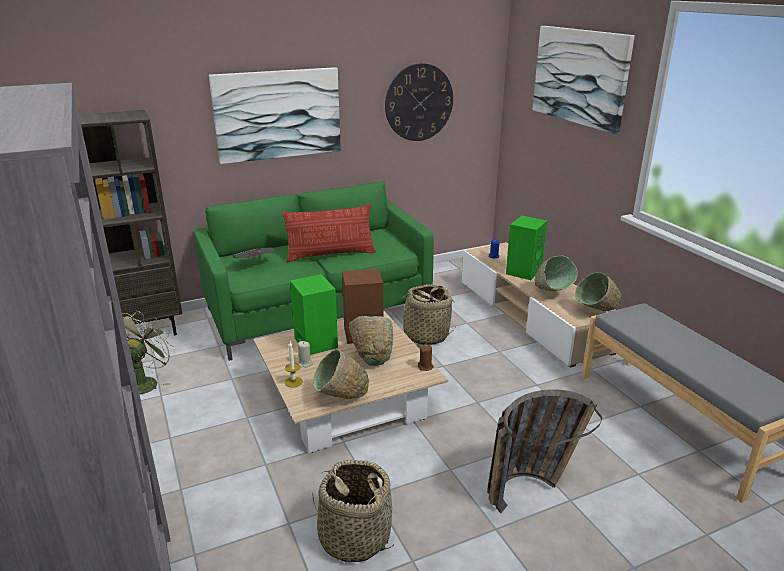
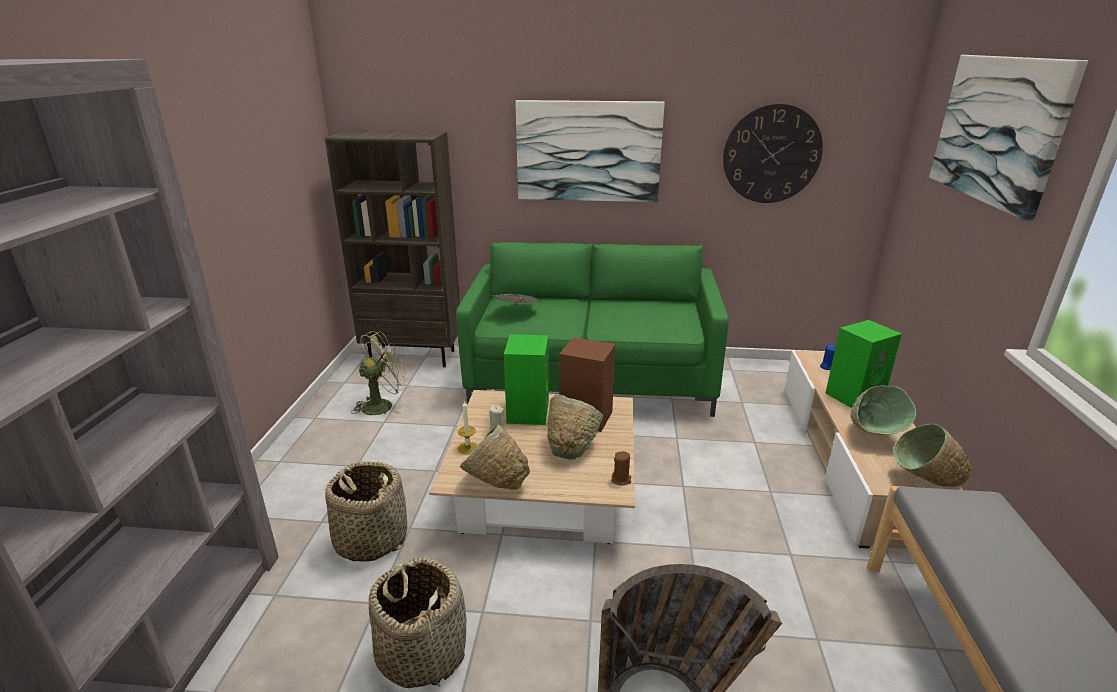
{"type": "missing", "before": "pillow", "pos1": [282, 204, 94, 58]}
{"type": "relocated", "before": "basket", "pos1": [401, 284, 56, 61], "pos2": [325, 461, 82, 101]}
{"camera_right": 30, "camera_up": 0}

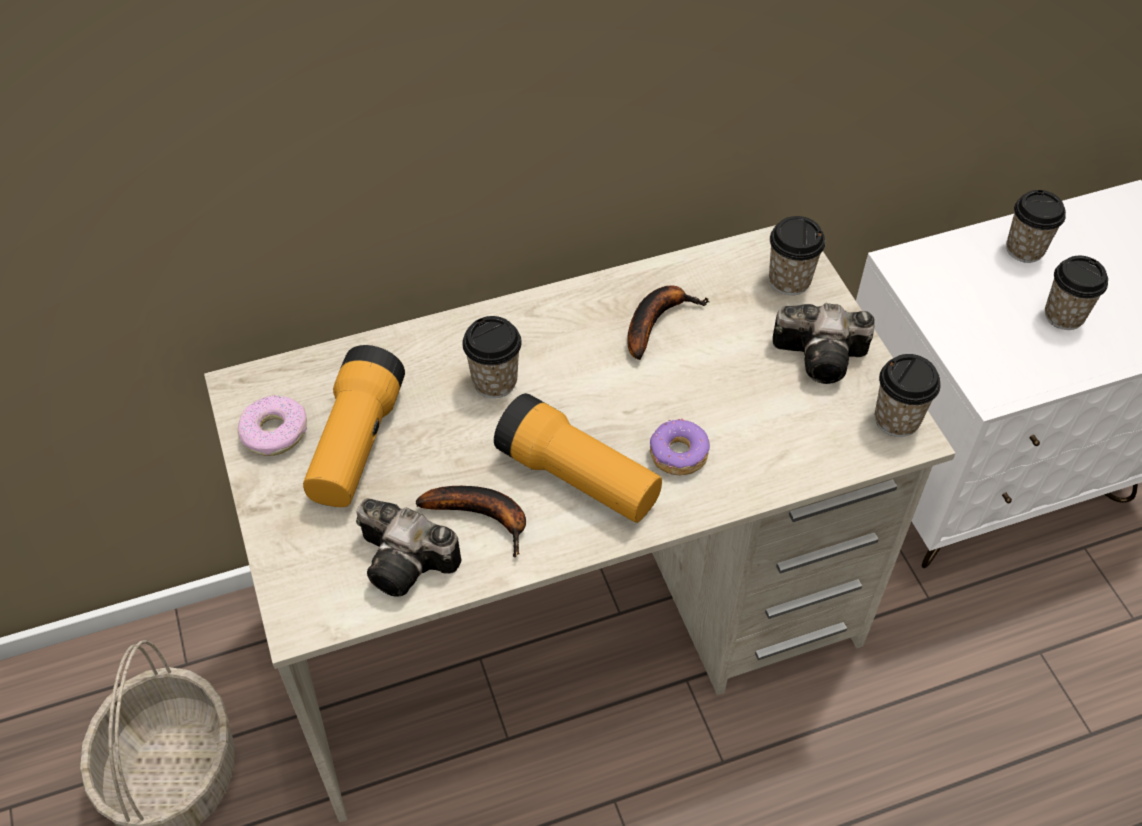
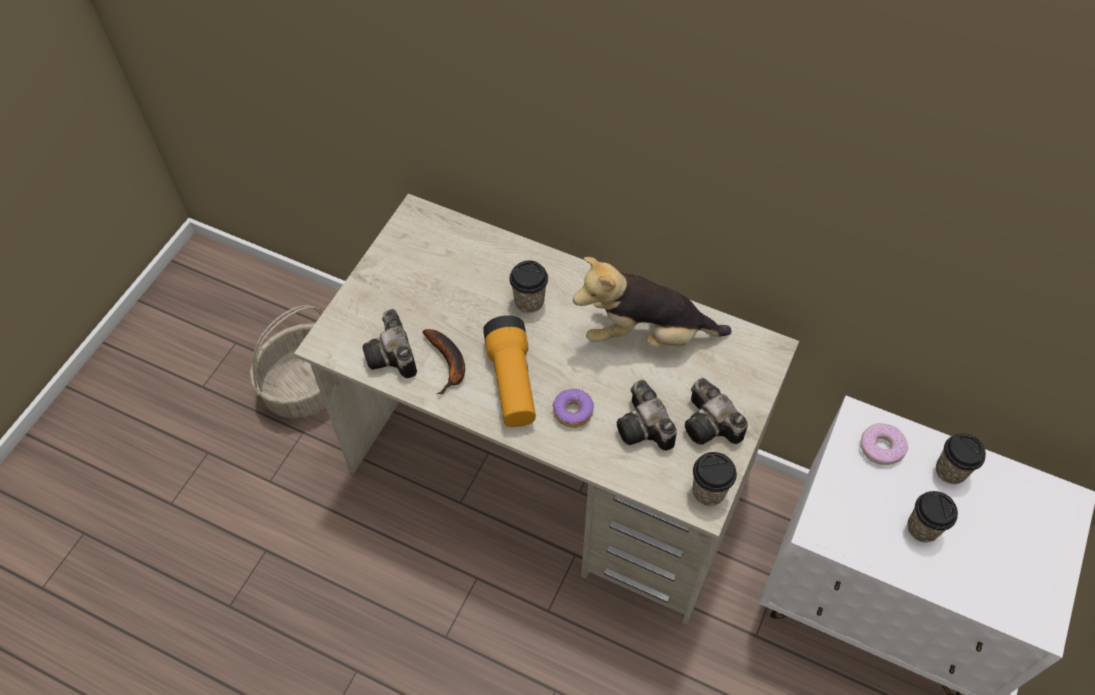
{"type": "missing", "before": "cup", "pos1": [769, 216, 56, 79]}
{"type": "exchanged", "before": "banana", "after": "plush toy", "pos1": [627, 286, 82, 74], "pos2": [573, 257, 159, 90]}
{"type": "missing", "before": "flashlight", "pos1": [303, 345, 102, 162]}
{"type": "relocated", "before": "donut", "pos1": [238, 396, 69, 60], "pos2": [861, 423, 47, 42]}
{"type": "appeared", "after": "photo camera", "pos2": [617, 379, 60, 72]}
{"camera_right": 45, "camera_up": 5}

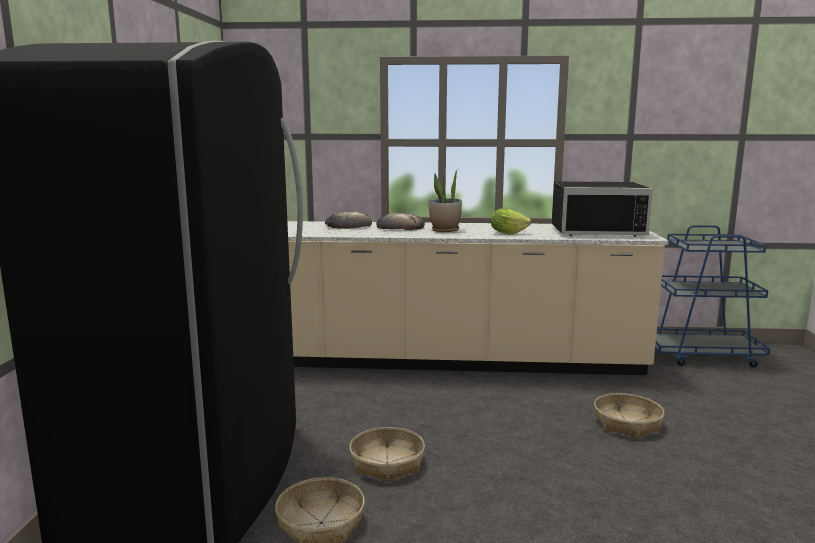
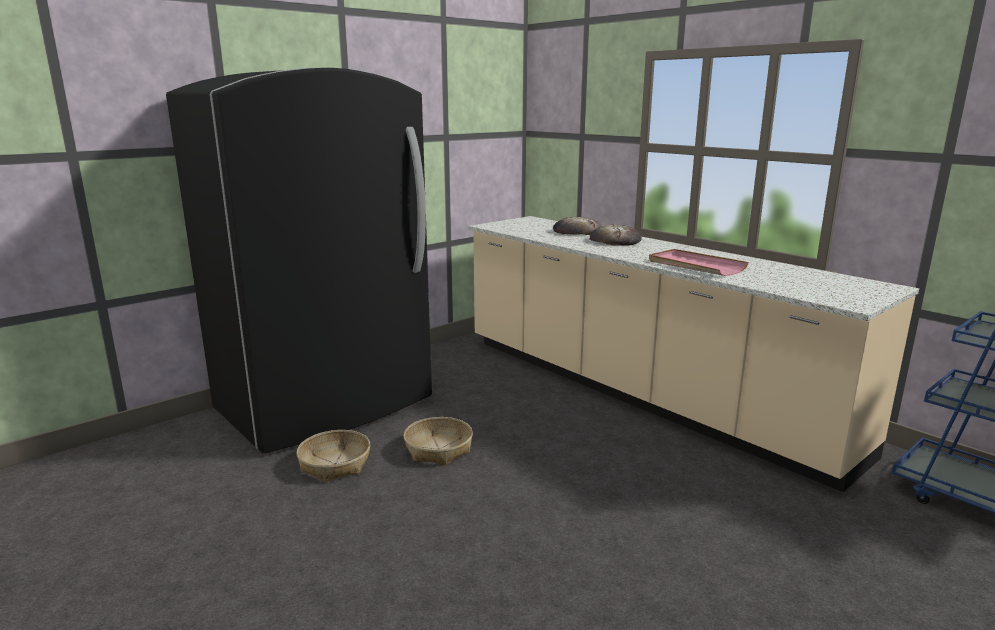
{"type": "missing", "before": "potted plant", "pos1": [428, 169, 34, 63]}
{"type": "missing", "before": "microwave (black)", "pos1": [552, 182, 101, 55]}
{"type": "exchanged", "before": "lettuce", "after": "tray (pink)", "pos1": [491, 208, 40, 26], "pos2": [649, 249, 100, 27]}
{"type": "missing", "before": "basket", "pos1": [594, 393, 71, 45]}
{"camera_right": 45, "camera_up": 5}

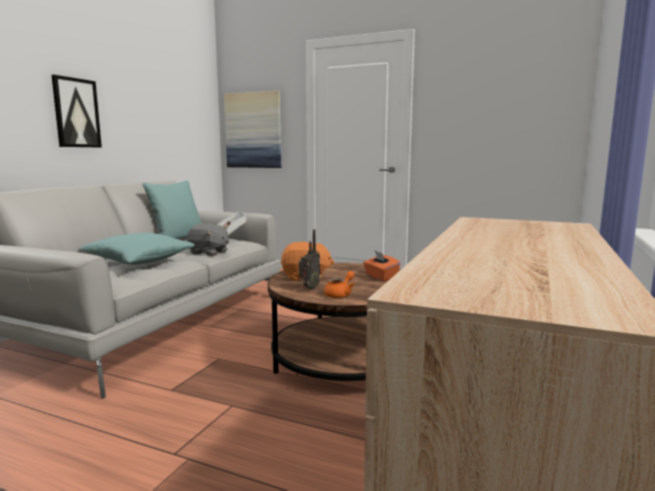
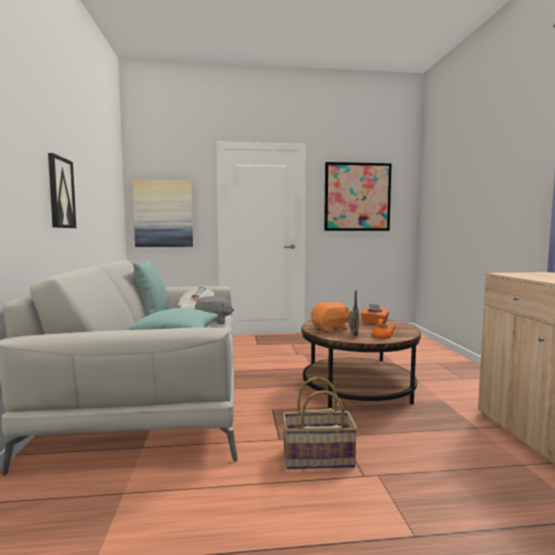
{"type": "appeared", "after": "picture", "pos2": [324, 162, 68, 69]}
{"type": "appeared", "after": "basket", "pos2": [283, 377, 75, 92]}
{"camera_right": -30, "camera_up": -5}

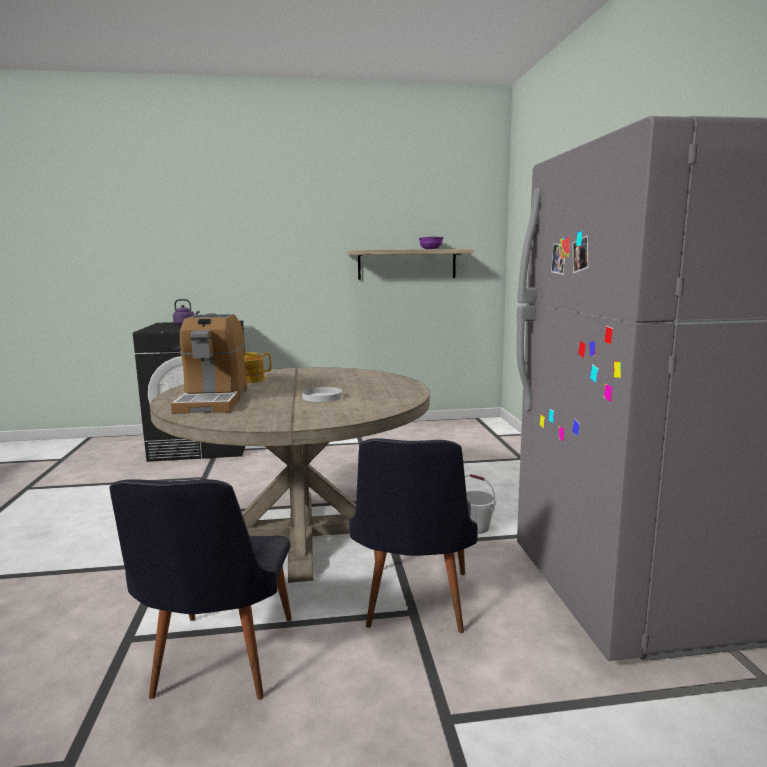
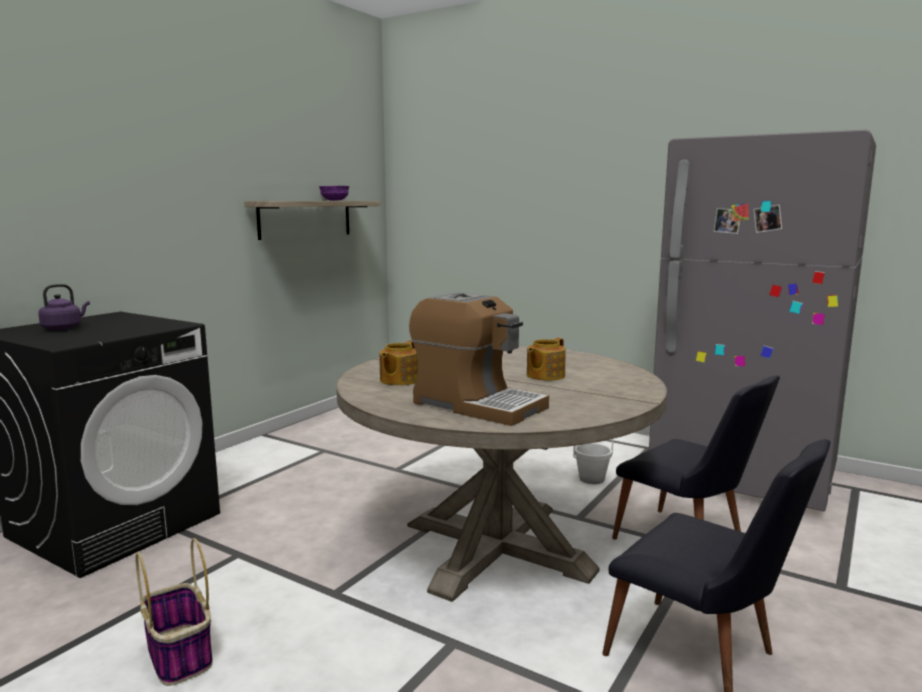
{"type": "exchanged", "before": "plate (white)", "after": "teapot", "pos1": [302, 387, 40, 15], "pos2": [527, 338, 39, 43]}
{"type": "appeared", "after": "basket", "pos2": [135, 538, 78, 148]}
{"camera_right": -50, "camera_up": 0}

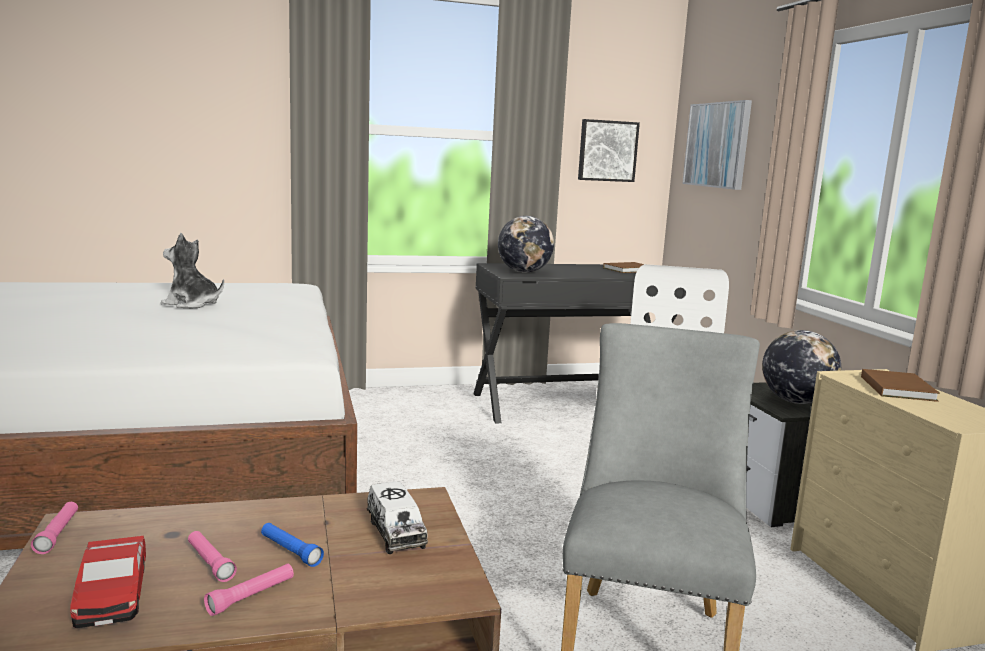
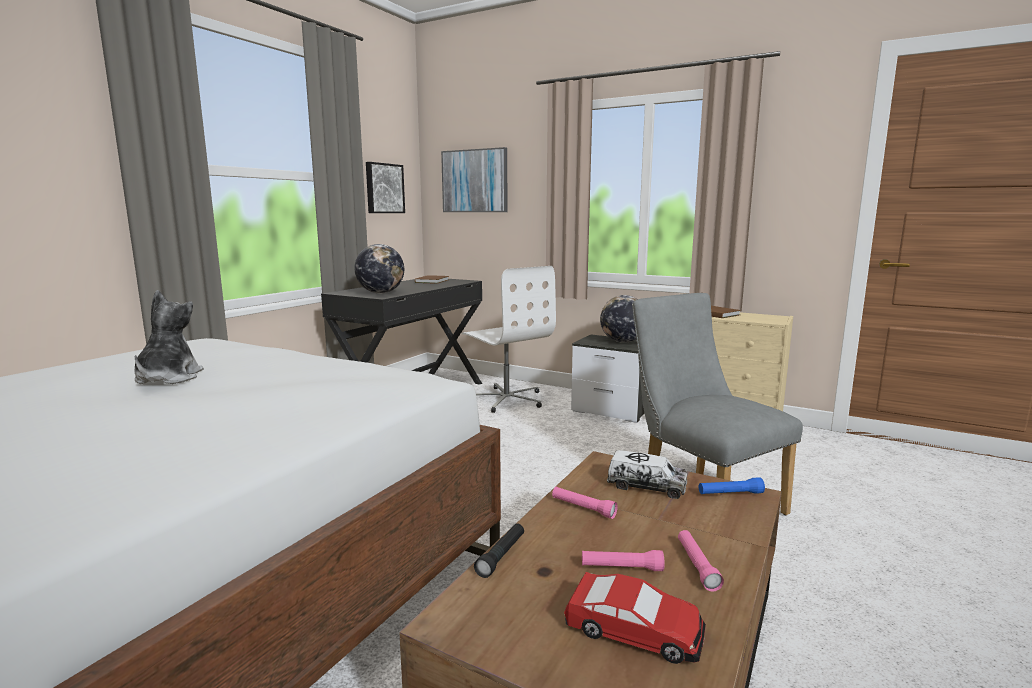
{"type": "spun", "before": "plush toy", "pos1": [161, 233, 63, 75], "pos2": [134, 290, 70, 94], "turn": 120}
{"type": "relocated", "before": "flashlight (pink)", "pos1": [31, 502, 47, 52], "pos2": [552, 487, 66, 32]}
{"type": "relocated", "before": "flashlight (blue)", "pos1": [261, 523, 63, 44], "pos2": [699, 477, 66, 17]}
{"type": "appeared", "after": "flashlight (black)", "pos2": [474, 524, 50, 54]}
{"camera_right": -45, "camera_up": 0}

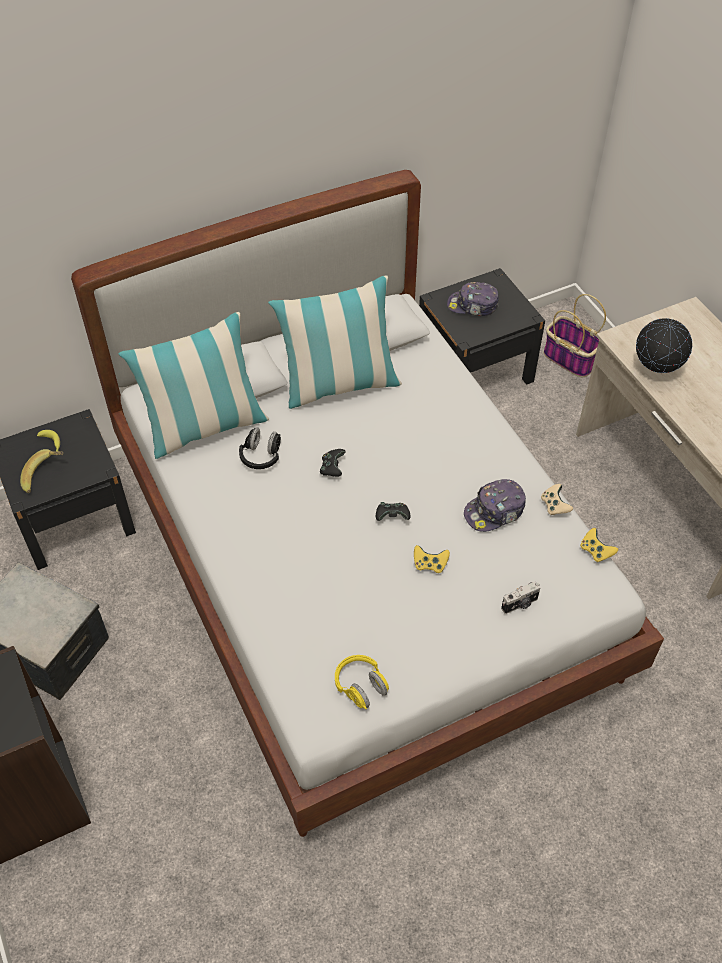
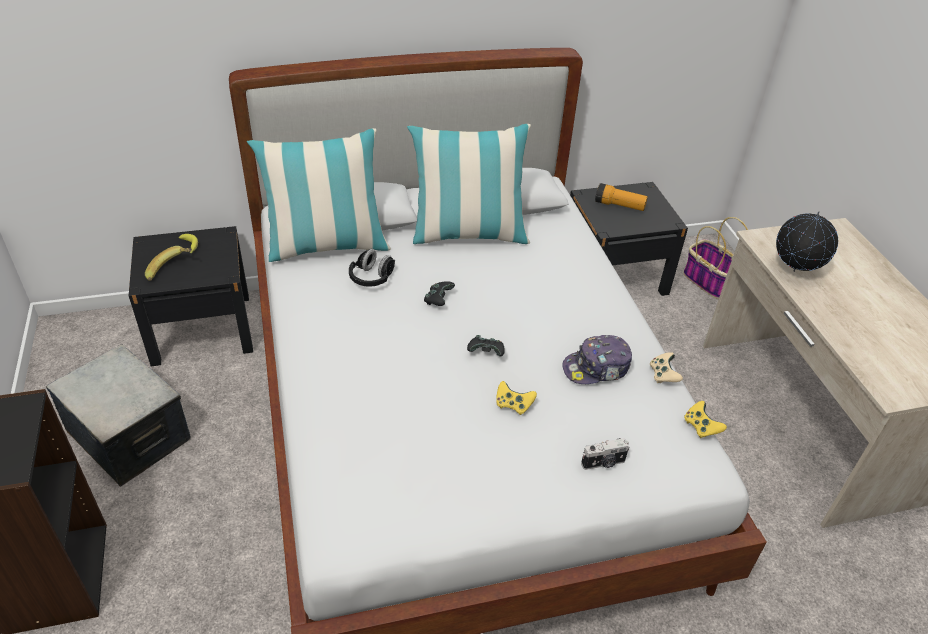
{"type": "exchanged", "before": "cap", "after": "flashlight", "pos1": [447, 282, 52, 34], "pos2": [595, 183, 53, 28]}
{"type": "missing", "before": "headphones (yellow)", "pos1": [335, 655, 54, 54]}
{"camera_right": 10, "camera_up": -10}

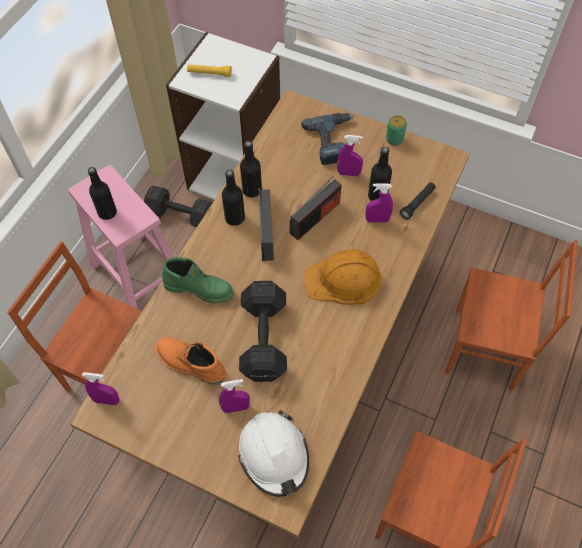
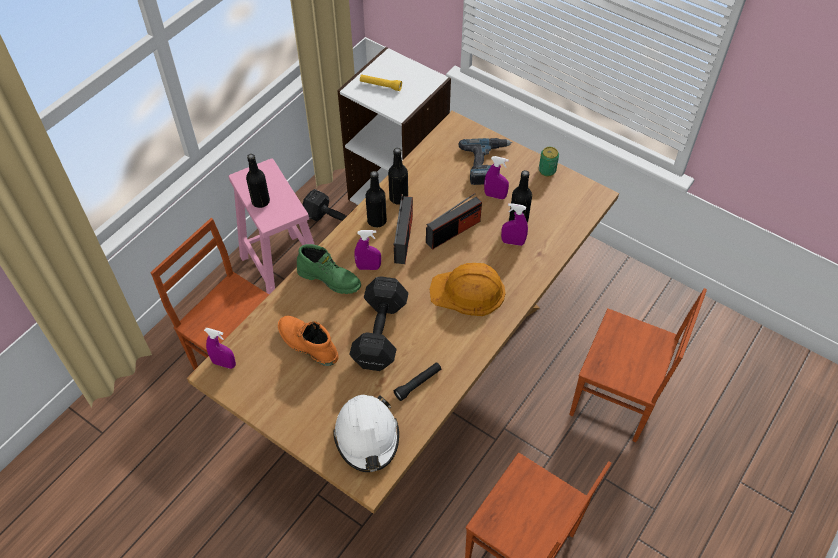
{"type": "relocated", "before": "flashlight (black)", "pos1": [400, 182, 36, 38], "pos2": [394, 362, 47, 39]}
{"type": "relocated", "before": "spray bottle (purple)", "pos1": [219, 379, 31, 34], "pos2": [354, 230, 27, 40]}
{"camera_right": 10, "camera_up": -5}

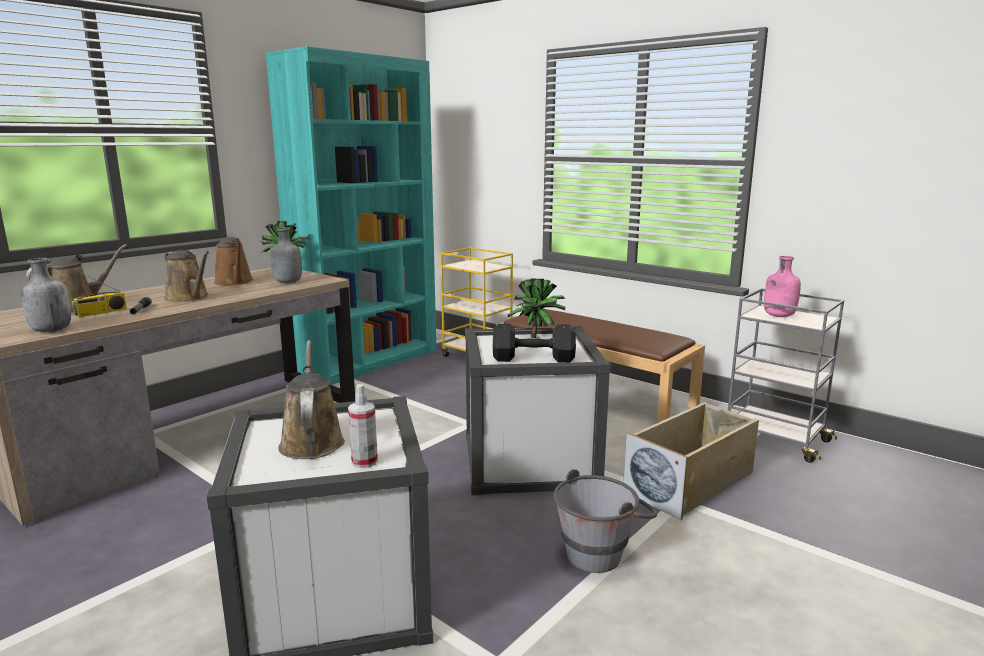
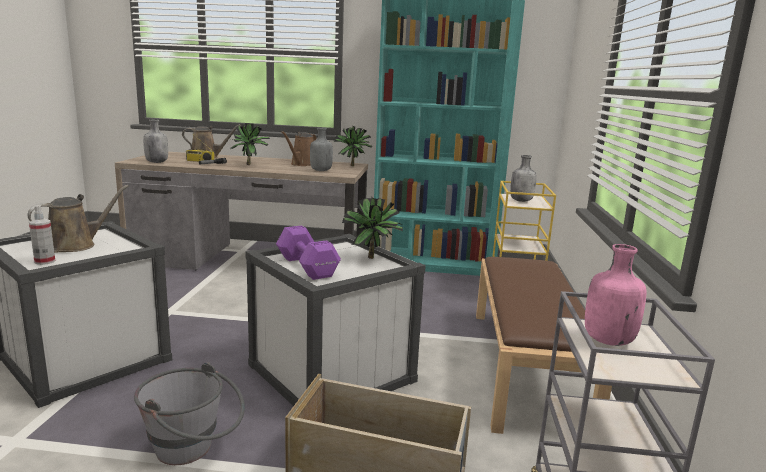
{"type": "exchanged", "before": "watering can (brown)", "after": "potted plant", "pos1": [164, 250, 45, 52], "pos2": [230, 123, 40, 42]}
{"type": "colour", "before": "dumbbell (black)", "after": "dumbbell (purple)", "pos1": [493, 324, 83, 39], "pos2": [276, 226, 65, 54]}
{"type": "appeared", "after": "bottle (grey)", "pos2": [510, 155, 27, 47]}
{"camera_right": 55, "camera_up": 0}

